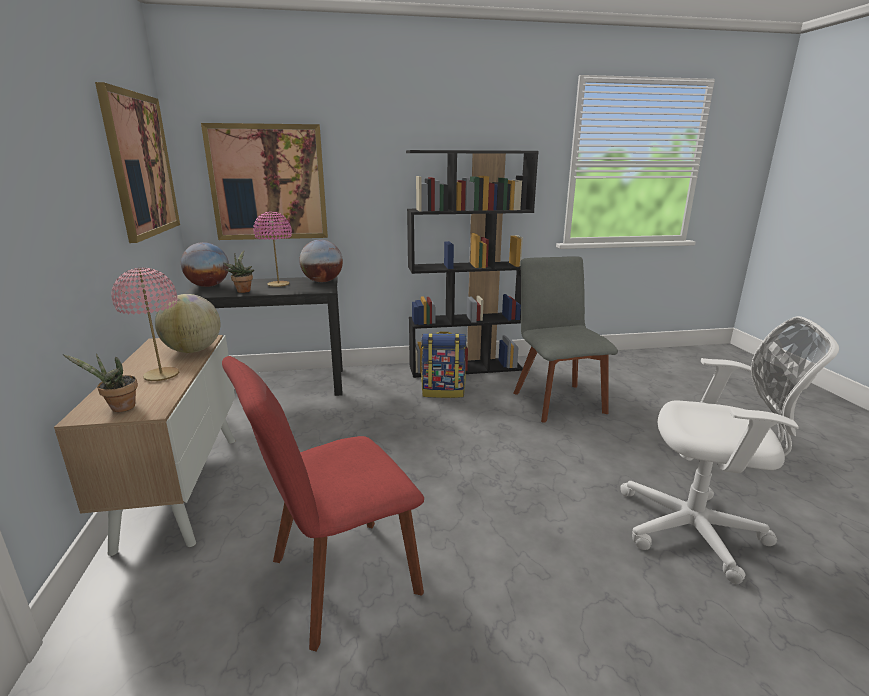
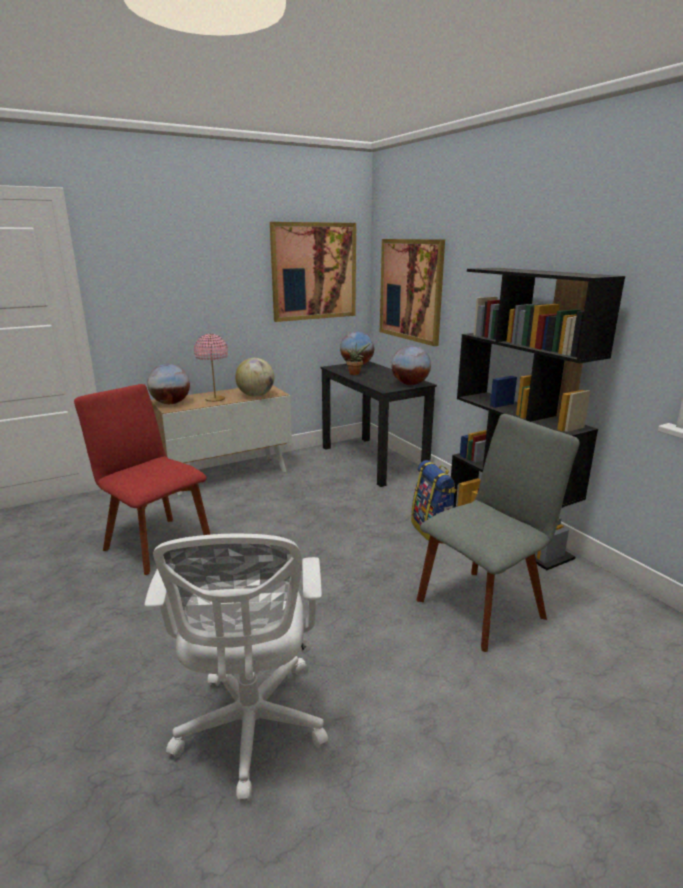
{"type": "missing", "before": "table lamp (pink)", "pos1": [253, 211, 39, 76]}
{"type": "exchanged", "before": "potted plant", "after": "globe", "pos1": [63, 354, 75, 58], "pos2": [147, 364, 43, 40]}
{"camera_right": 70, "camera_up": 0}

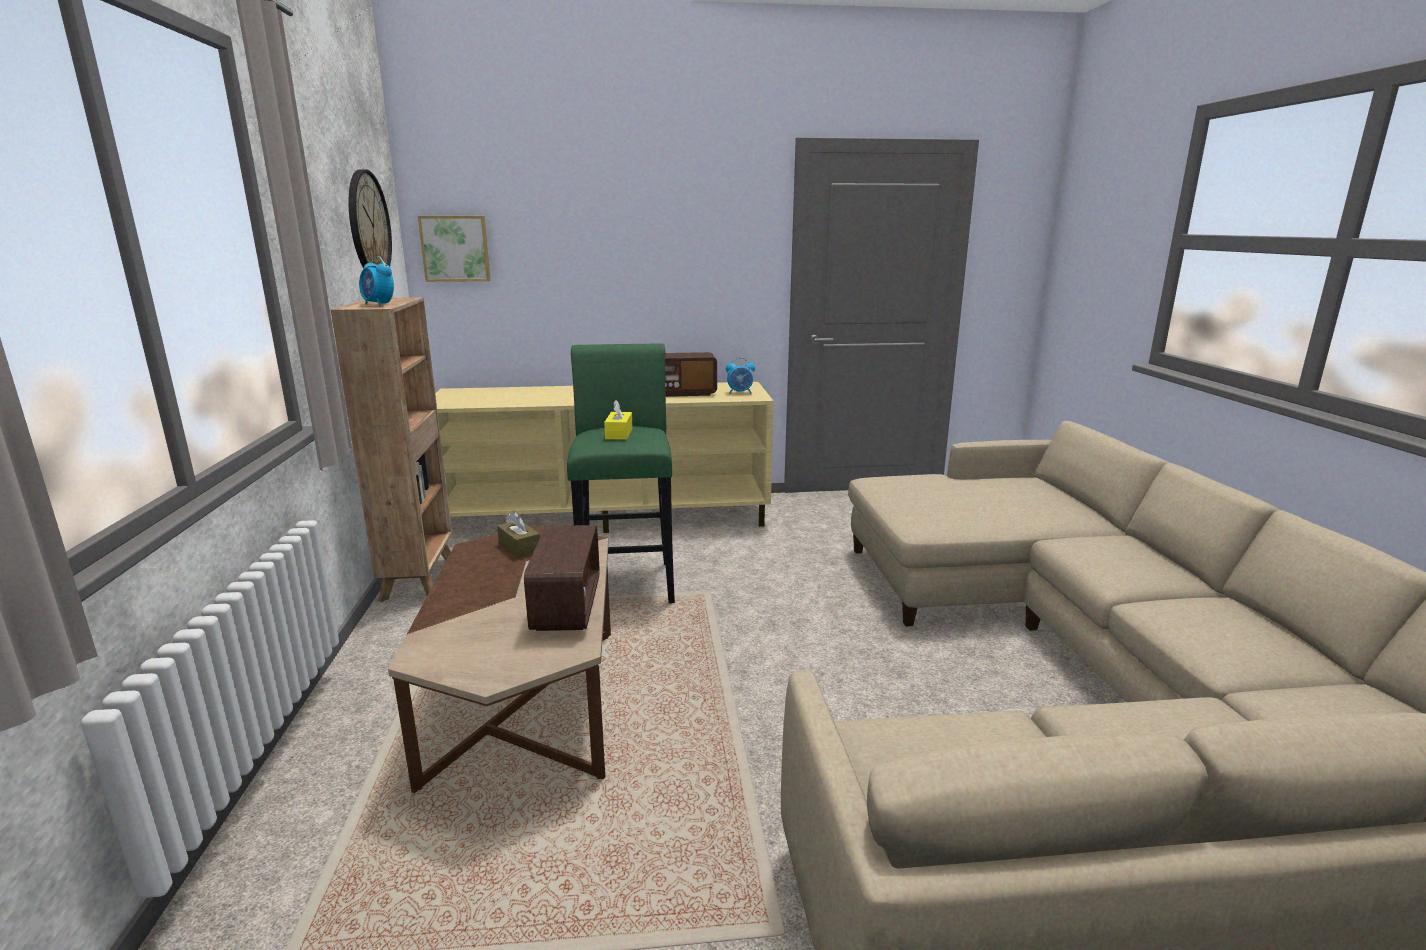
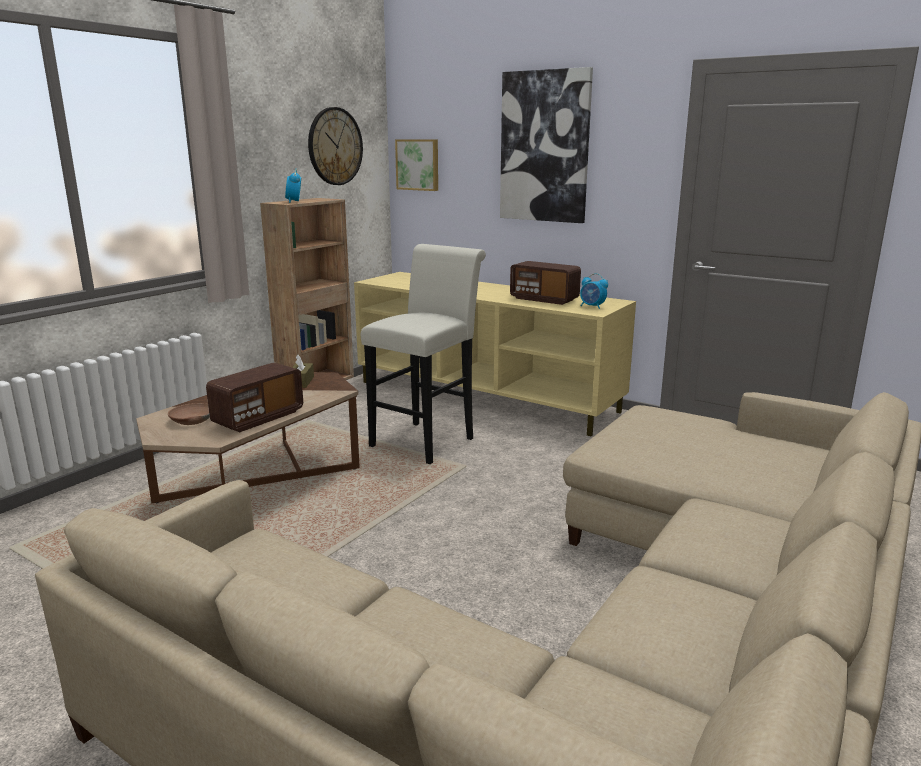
{"type": "colour", "before": "stool (green)", "after": "stool (white)", "pos1": [567, 343, 108, 260], "pos2": [361, 244, 125, 220]}
{"type": "missing", "before": "tissue box (yellow)", "pos1": [604, 400, 29, 40]}
{"type": "appeared", "after": "picture", "pos2": [500, 67, 93, 156]}
{"type": "appeared", "after": "bowl (brown)", "pos2": [168, 403, 42, 22]}
{"camera_right": 40, "camera_up": 0}

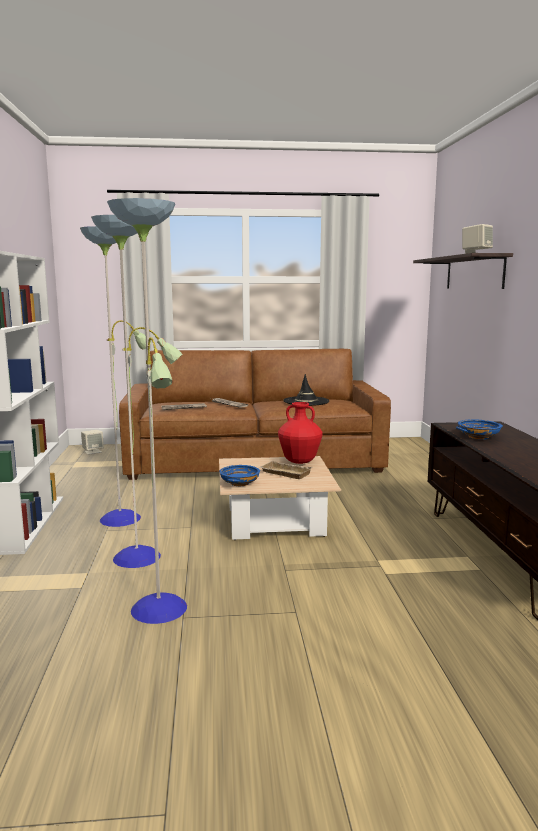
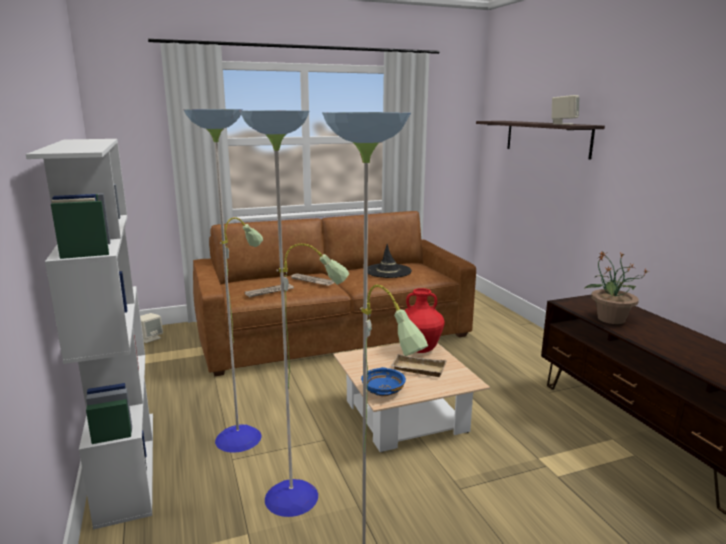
{"type": "exchanged", "before": "bowl (blue)", "after": "potted plant", "pos1": [456, 419, 47, 21], "pos2": [585, 251, 65, 73]}
{"camera_right": -15, "camera_up": 5}

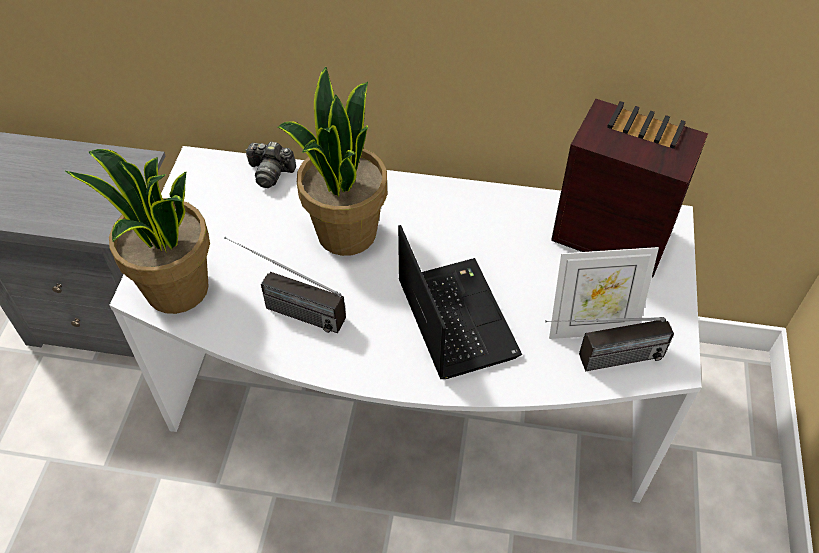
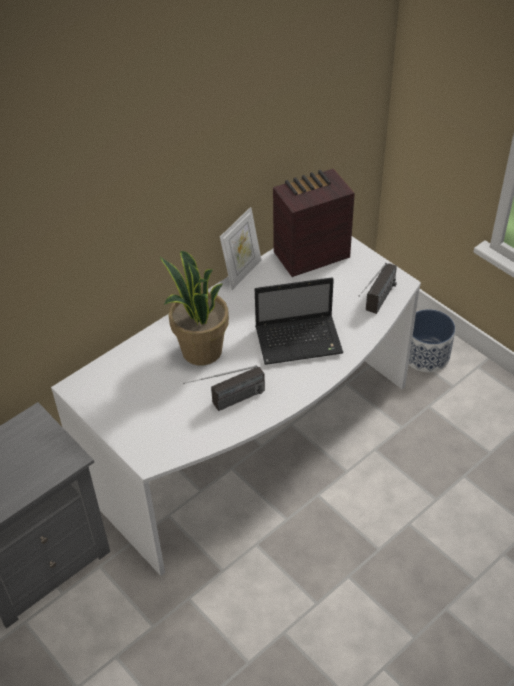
{"type": "missing", "before": "photo camera", "pos1": [245, 142, 51, 46]}
{"type": "missing", "before": "potted plant", "pos1": [65, 149, 145, 165]}
{"type": "spun", "before": "laptop", "pos1": [398, 225, 124, 154], "pos2": [255, 277, 88, 88], "turn": 150}
{"type": "relocated", "before": "picture frame", "pos1": [549, 247, 110, 92], "pos2": [220, 207, 41, 83]}
{"type": "appeared", "after": "planter", "pos2": [408, 309, 47, 63]}
{"camera_right": -50, "camera_up": -5}

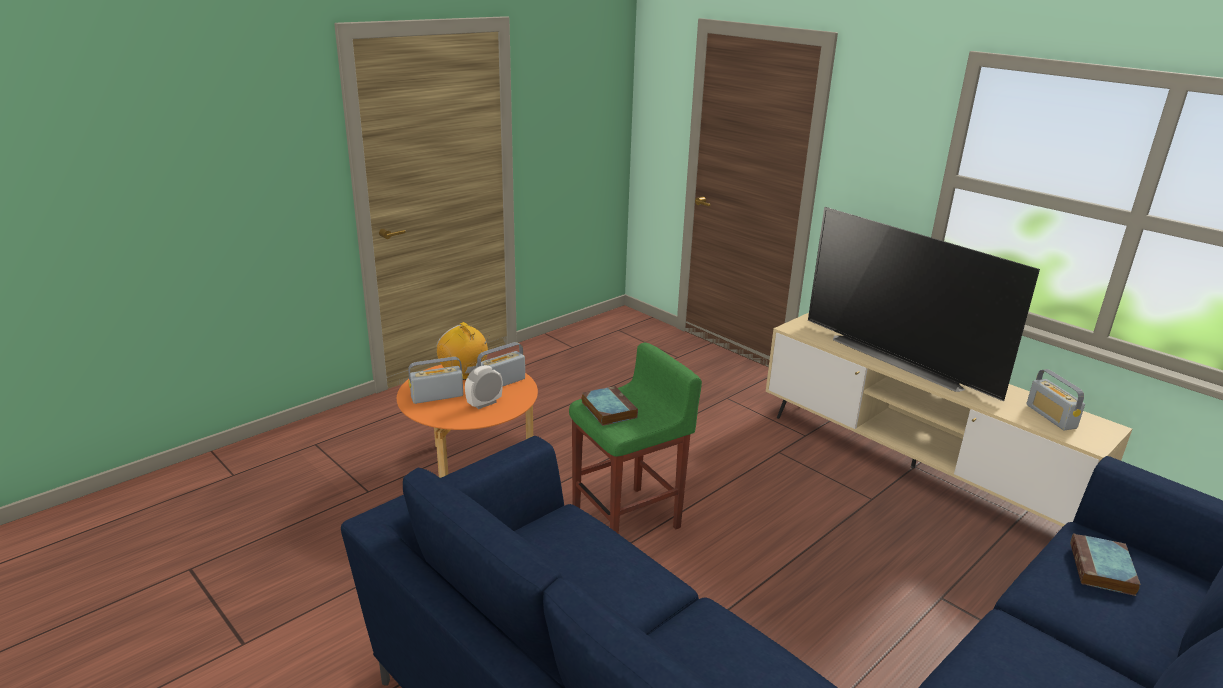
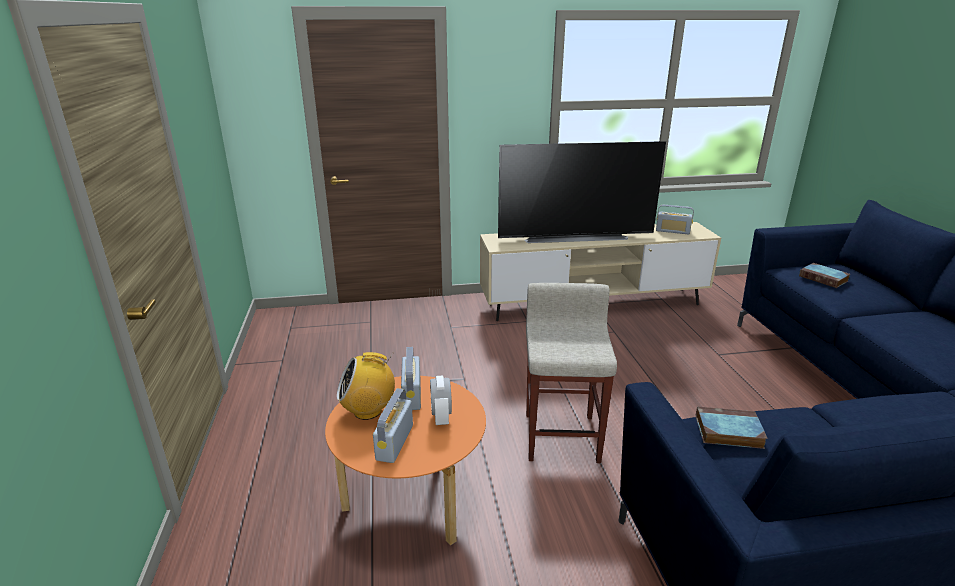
{"type": "colour", "before": "stool (green)", "after": "stool (beige)", "pos1": [569, 343, 133, 191], "pos2": [526, 283, 91, 180]}
{"type": "relocated", "before": "book", "pos1": [582, 386, 56, 40], "pos2": [695, 407, 73, 42]}
{"camera_right": -55, "camera_up": 0}

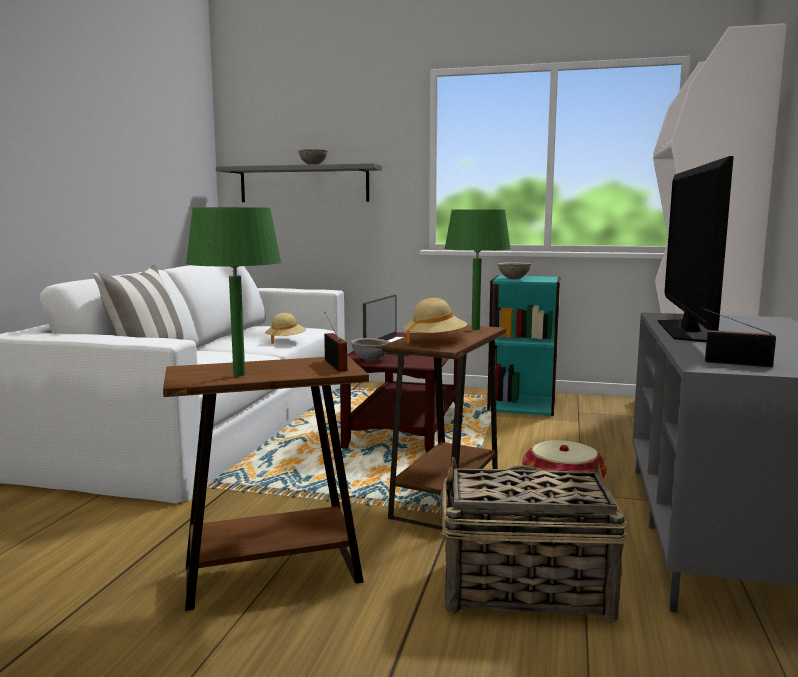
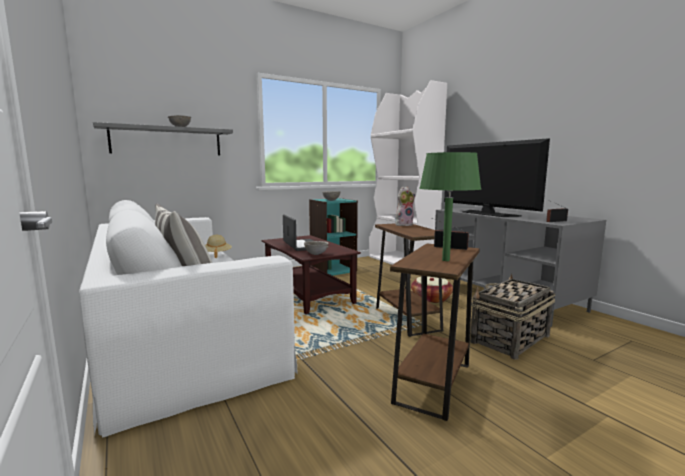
{"type": "exchanged", "before": "table lamp (green)", "after": "plush toy", "pos1": [444, 210, 67, 120], "pos2": [395, 187, 20, 39]}
{"type": "missing", "before": "hat (beige)", "pos1": [404, 298, 63, 46]}
{"camera_right": -45, "camera_up": 0}

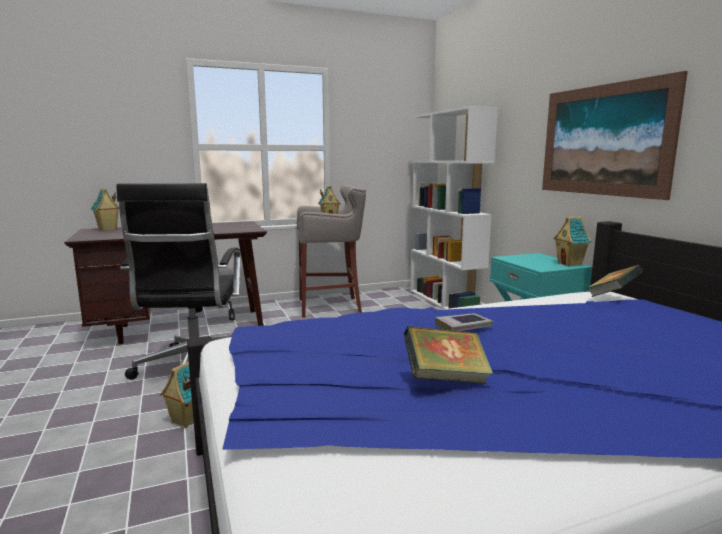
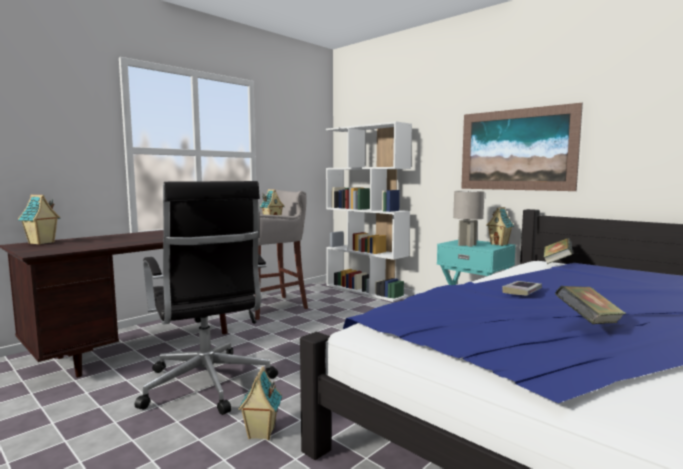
{"type": "appeared", "after": "table lamp (grey)", "pos2": [453, 191, 32, 56]}
{"camera_right": -25, "camera_up": -5}

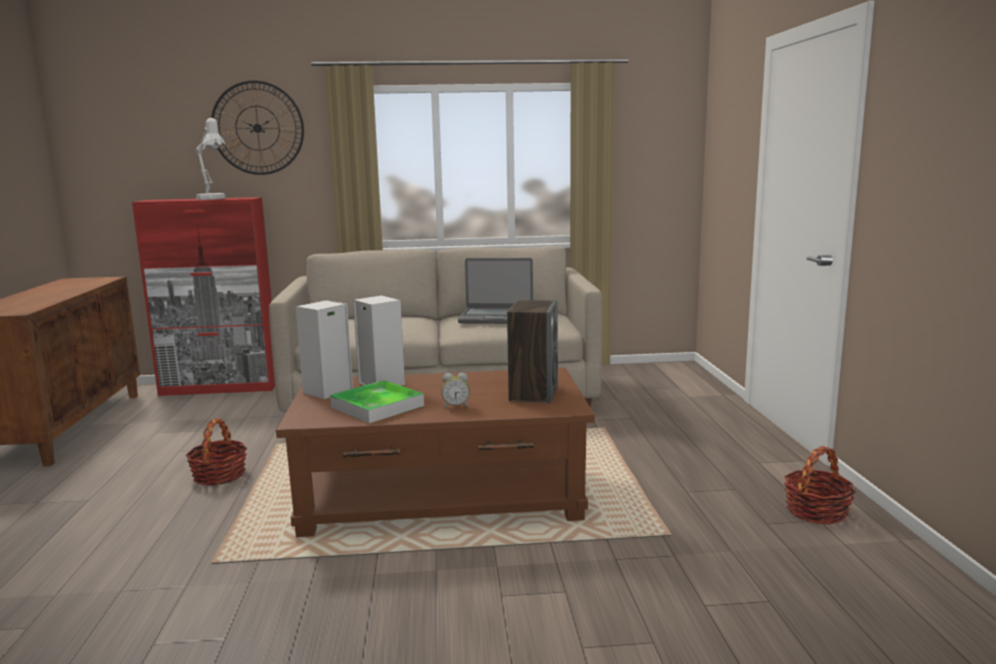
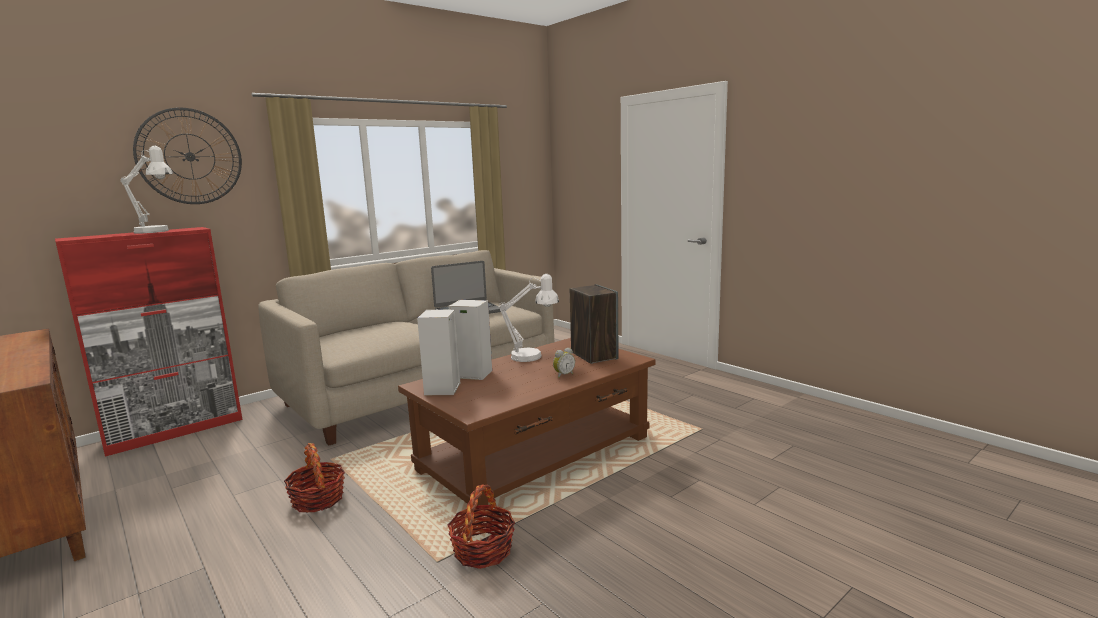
{"type": "missing", "before": "tray", "pos1": [330, 380, 94, 43]}
{"type": "relocated", "before": "basket", "pos1": [784, 446, 72, 79], "pos2": [448, 484, 67, 85]}
{"type": "appeared", "after": "table lamp (white)", "pos2": [498, 274, 61, 88]}
{"camera_right": -35, "camera_up": 0}

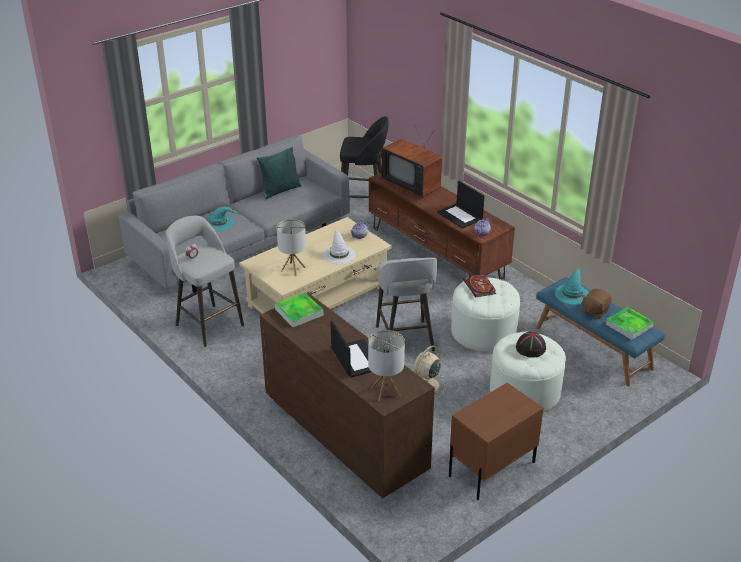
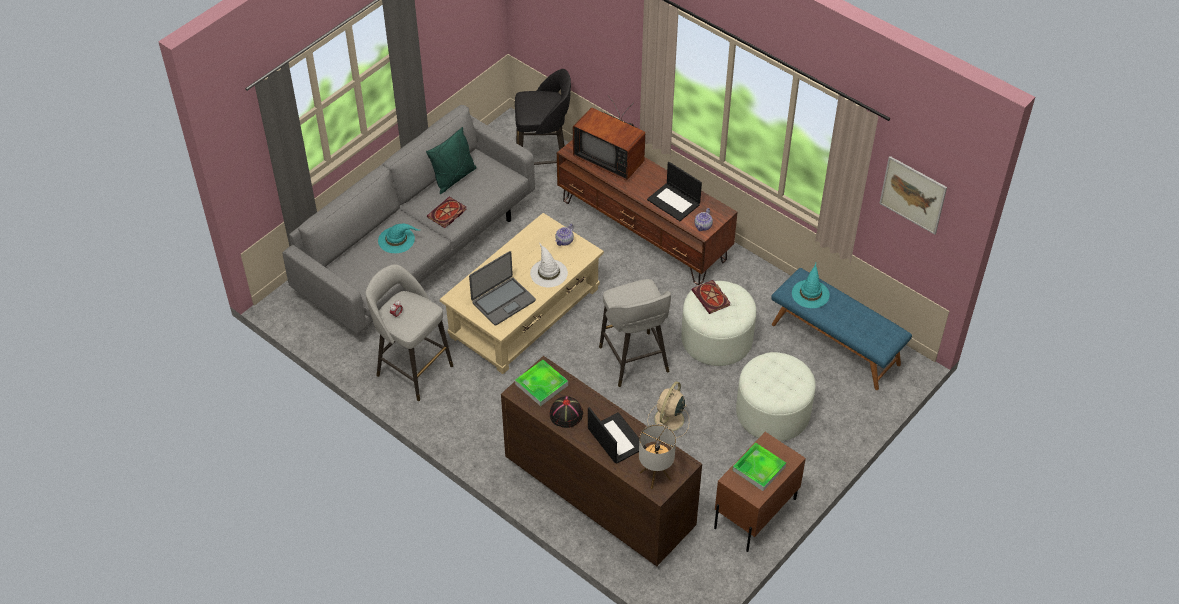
{"type": "exchanged", "before": "table lamp", "after": "laptop", "pos1": [277, 219, 29, 57], "pos2": [469, 251, 67, 74]}
{"type": "missing", "before": "plush toy (brown)", "pos1": [582, 289, 30, 30]}
{"type": "relocated", "before": "tray", "pos1": [606, 307, 48, 33], "pos2": [732, 443, 54, 48]}
{"type": "relocated", "before": "hat (black)", "pos1": [516, 332, 30, 26], "pos2": [549, 396, 34, 32]}
{"type": "appeared", "after": "picture", "pos2": [879, 156, 68, 79]}
{"type": "appeared", "after": "book", "pos2": [427, 197, 39, 31]}
{"camera_right": -10, "camera_up": 15}

